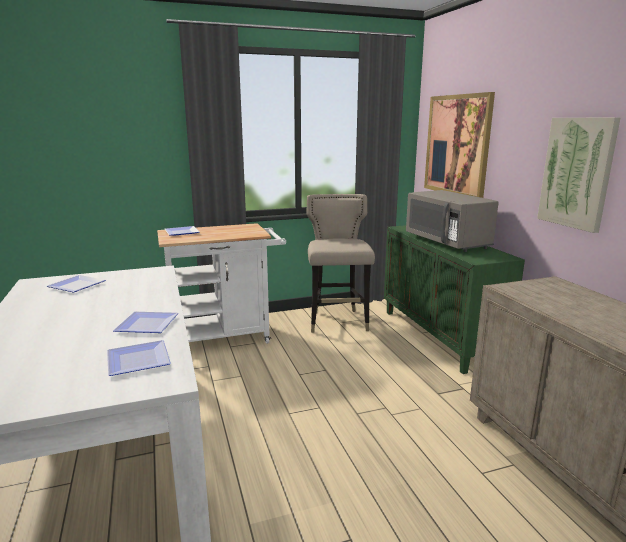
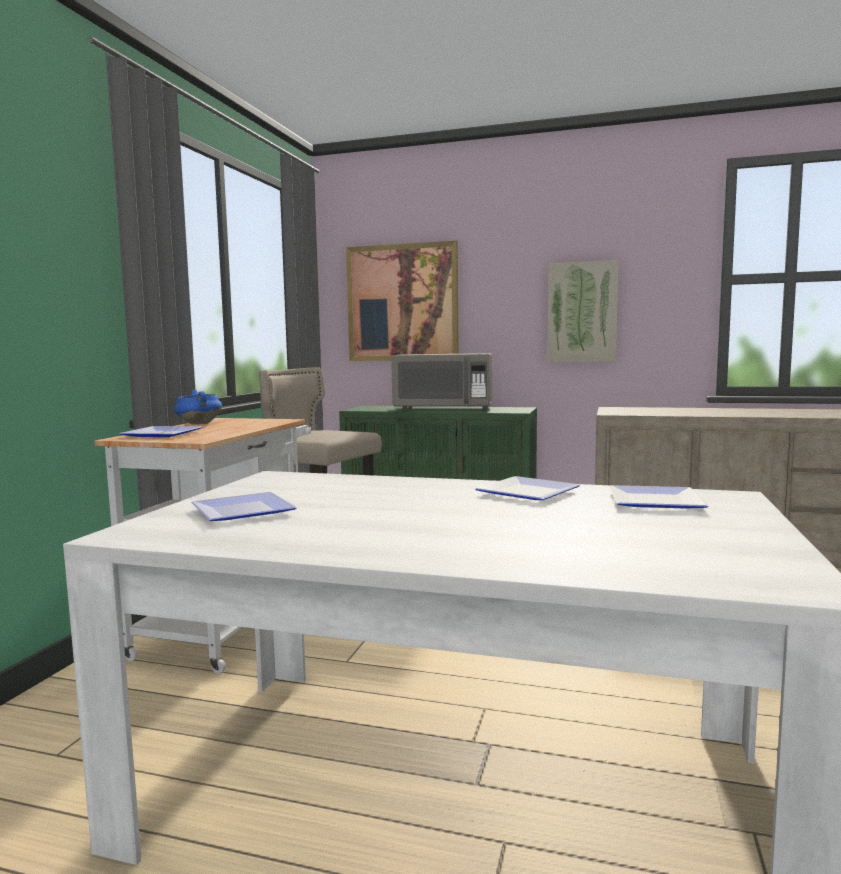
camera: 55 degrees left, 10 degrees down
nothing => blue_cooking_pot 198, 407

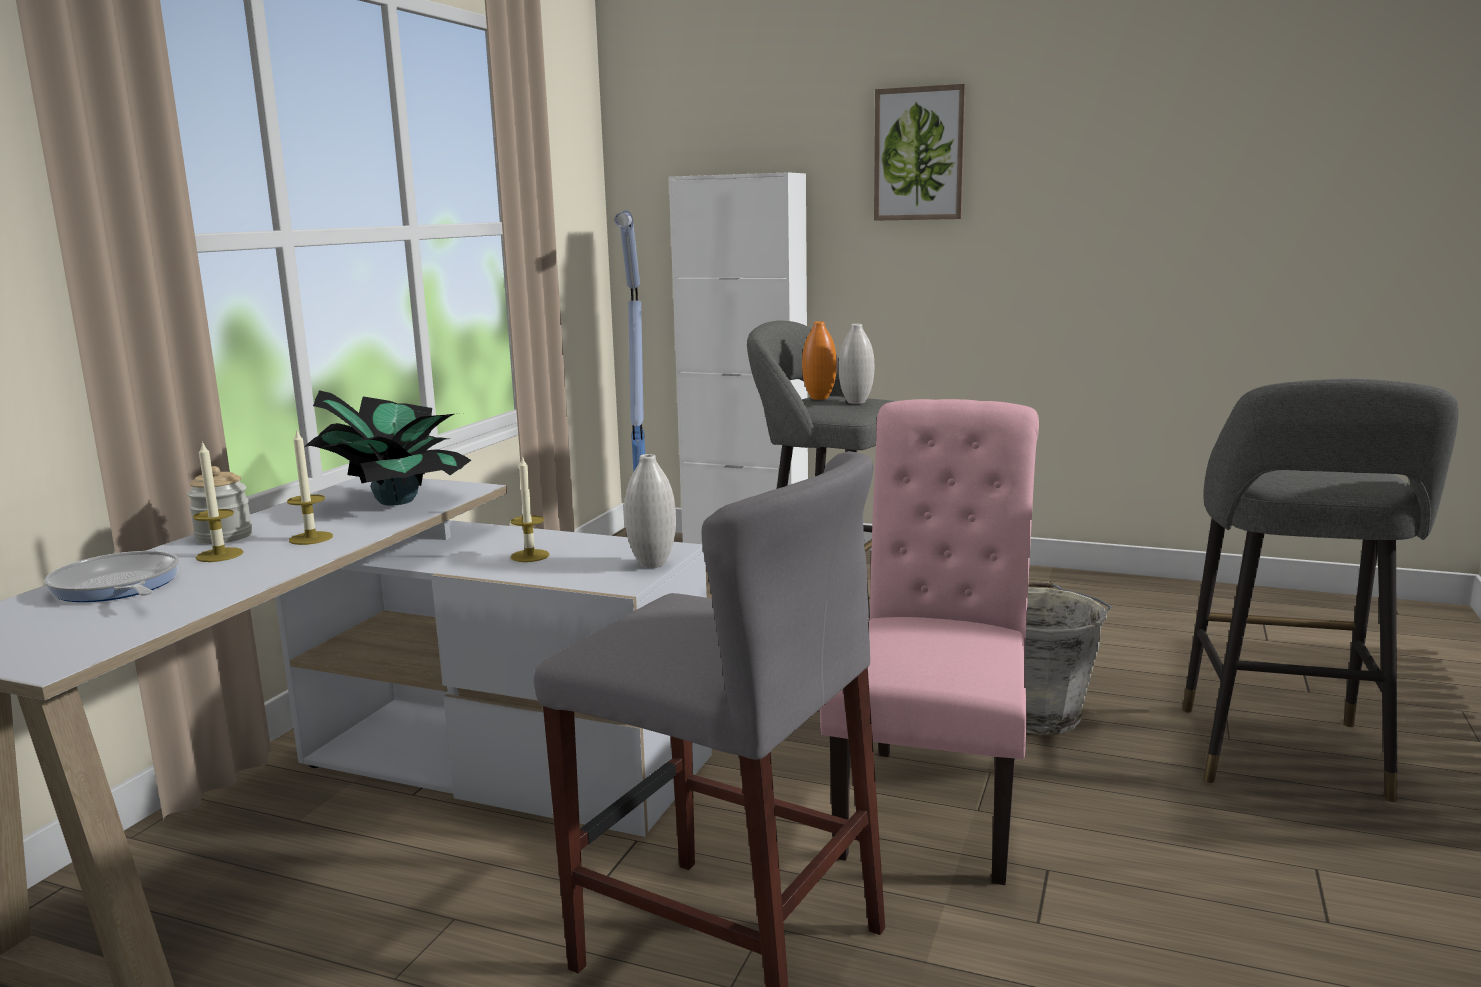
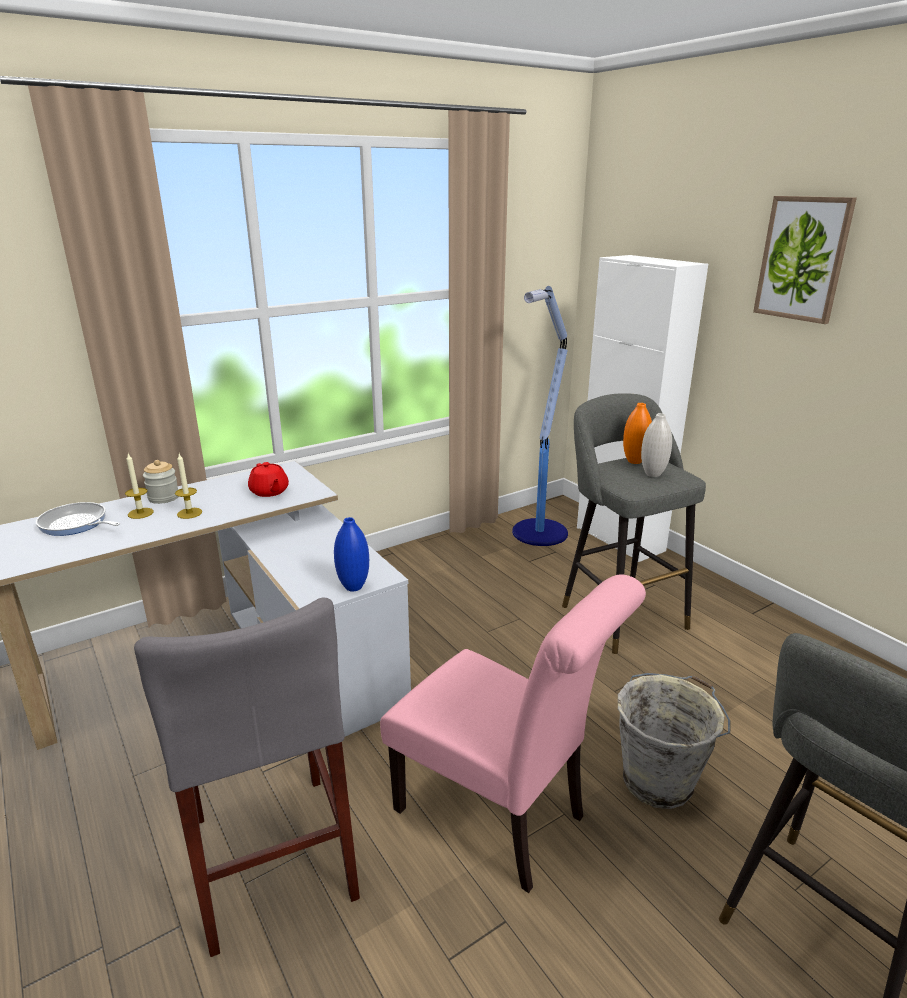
camera: 35 degrees right, 10 degrees up
candle 530, 508 => nothing
potted_plant 388, 448 => red_teapot 268, 479
white_vase 650, 511 => blue_vase 351, 554
frying_pan 111, 576 => frying_pan 78, 519, 60 degrees counterclockwise
pink_chair 929, 642 => pink_chair 513, 733, 75 degrees clockwise

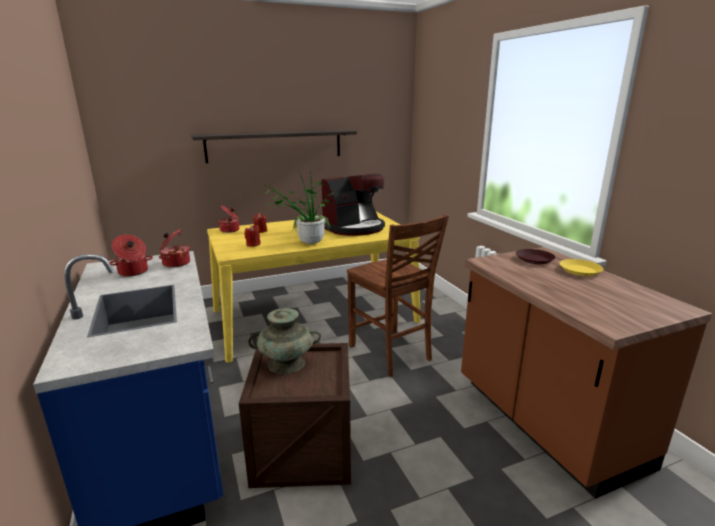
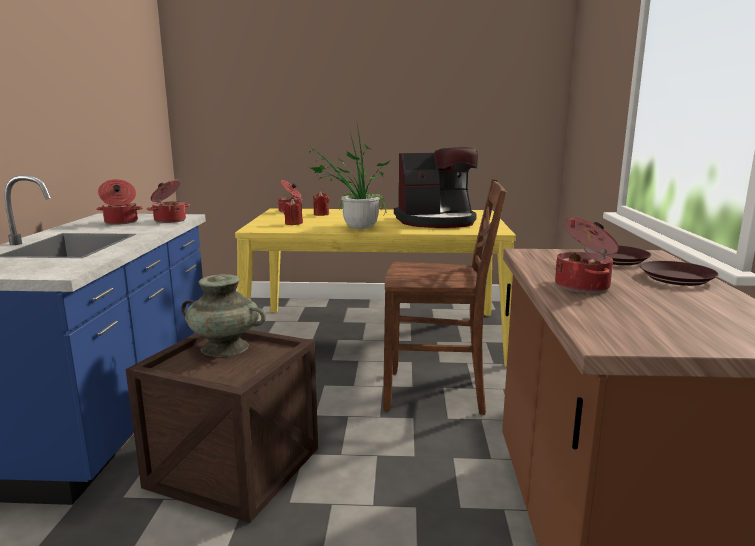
camera: 25 degrees right, 5 degrees down
shelf 274, 146 => nothing
nothing => cooking_pot 587, 255
yellow_plate 581, 267 => brown_plate 679, 273
brown_chair 398, 295 => brown_chair 445, 297, 75 degrees counterclockwise

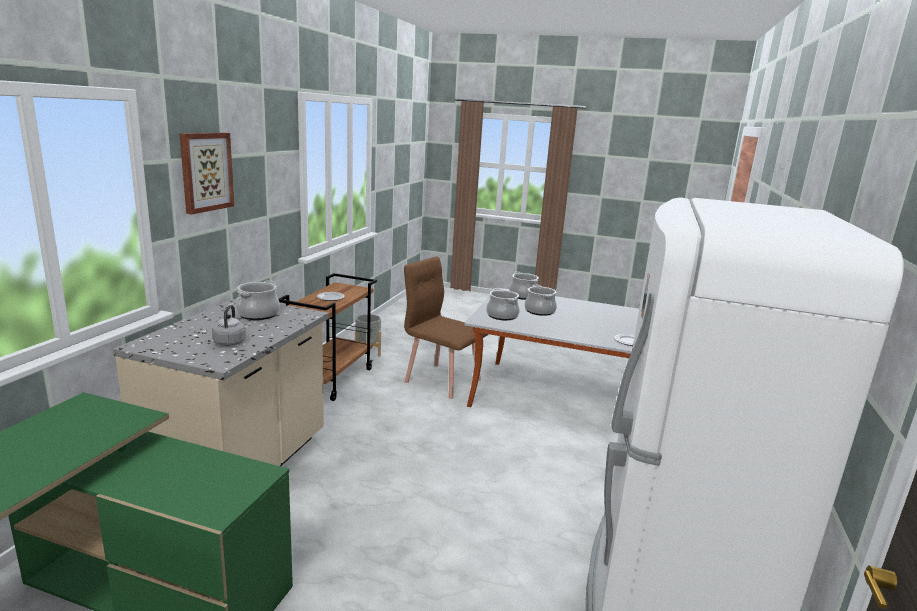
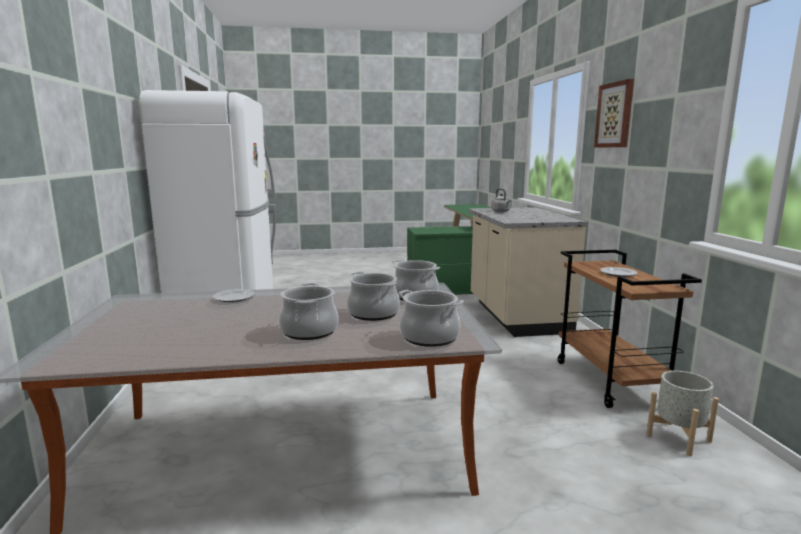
camera: 155 degrees right, 5 degrees down
brown_chair 446, 327 => nothing
cooking_pot 258, 300 => cooking_pot 309, 311, relocated

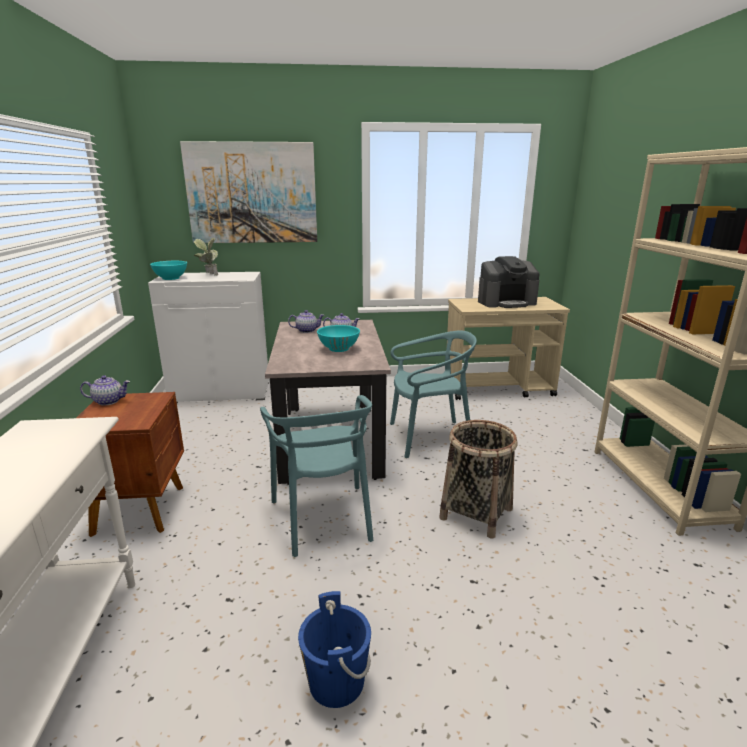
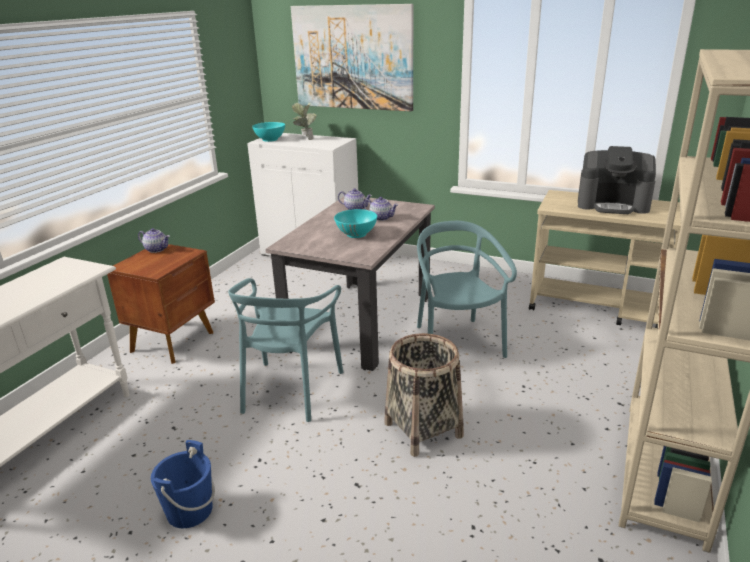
camera: 30 degrees right, 5 degrees up
turquoise_chair 433, 394 => turquoise_chair 467, 289, 120 degrees counterclockwise

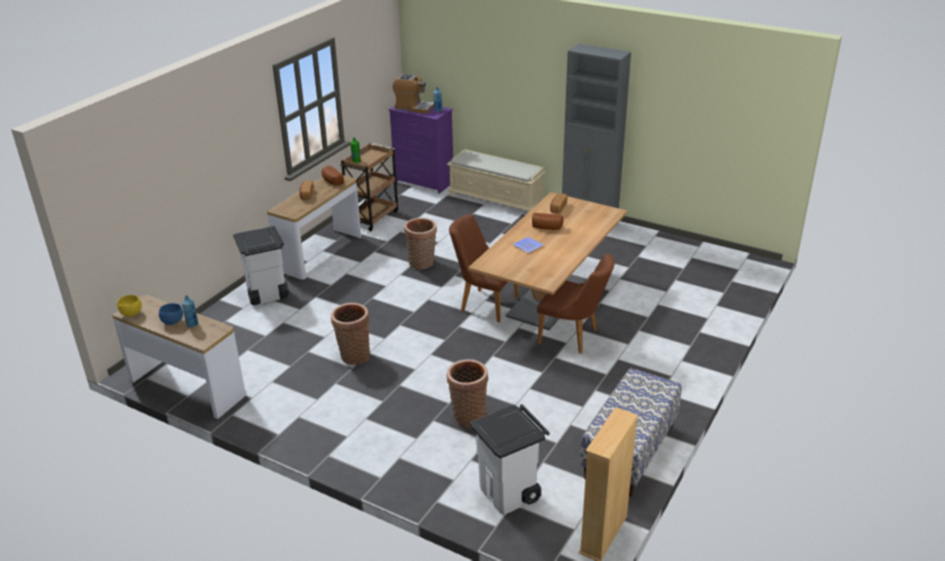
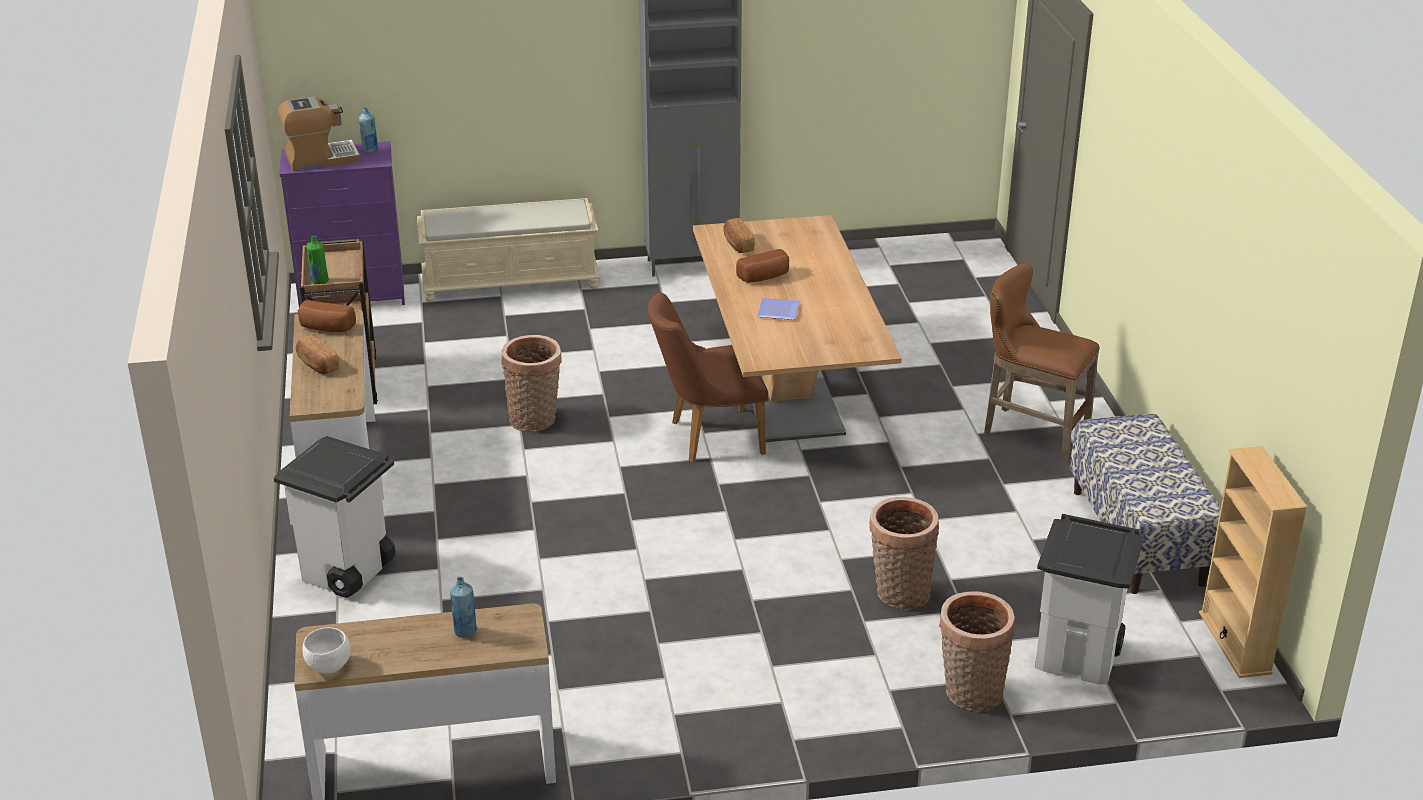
camera: 40 degrees left, 0 degrees up
blue_bowl 171, 314 => nothing
brown_chair 576, 304 => nothing
nothing => brown_stool 1042, 361
basket 350, 334 => basket 977, 651, relocated
yellow_bowl 129, 306 => white_bowl 326, 650

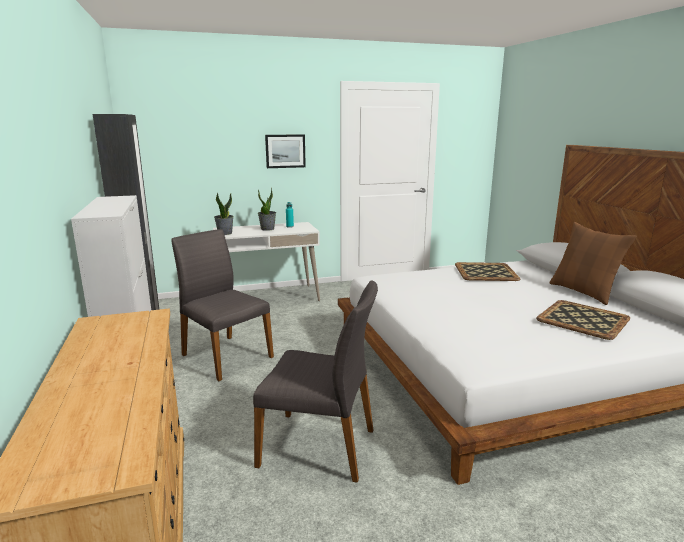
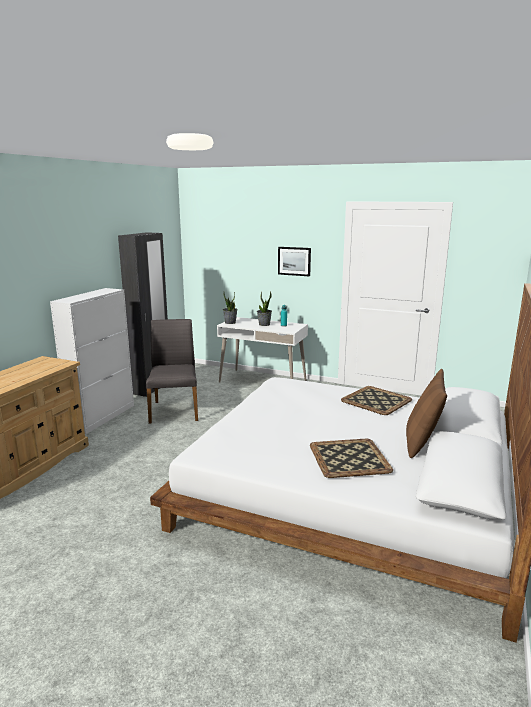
camera: 40 degrees right, 0 degrees up
grey_chair 315, 382 => nothing

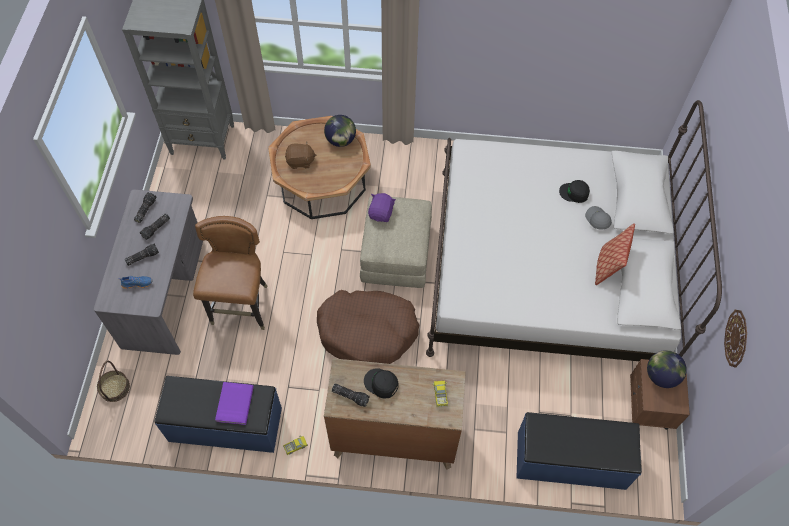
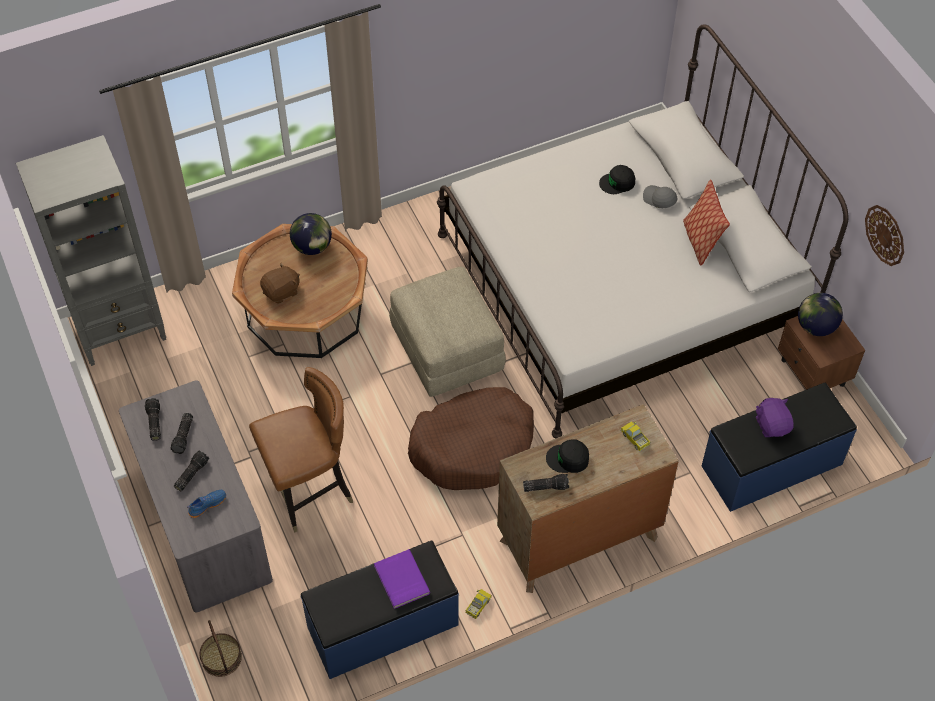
camera: 30 degrees left, 5 degrees down
purple_plush_toy 382, 207 => purple_plush_toy 775, 417, relocated
brown_chair 230, 273 => brown_chair 301, 450, 90 degrees clockwise

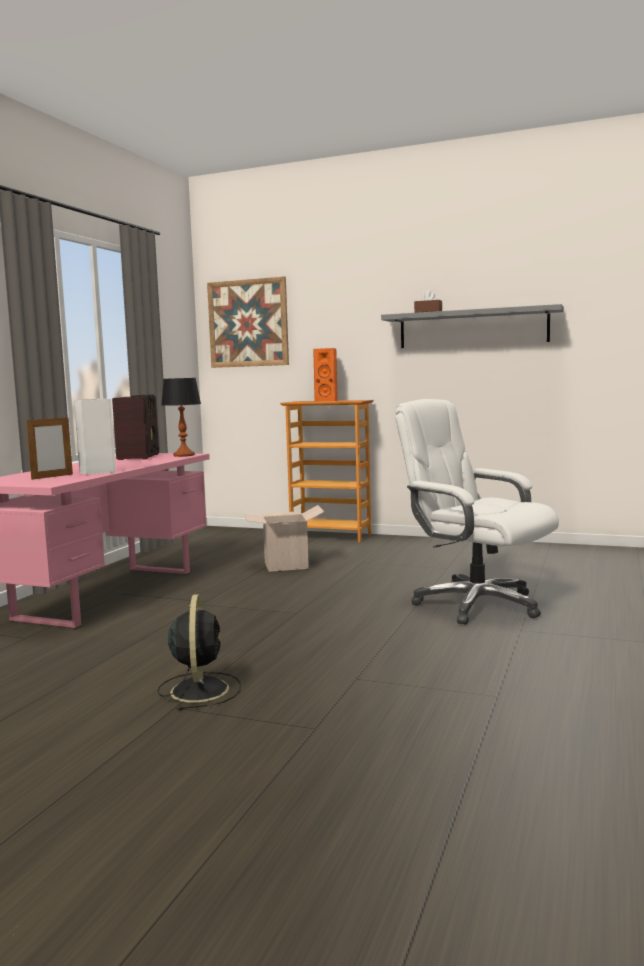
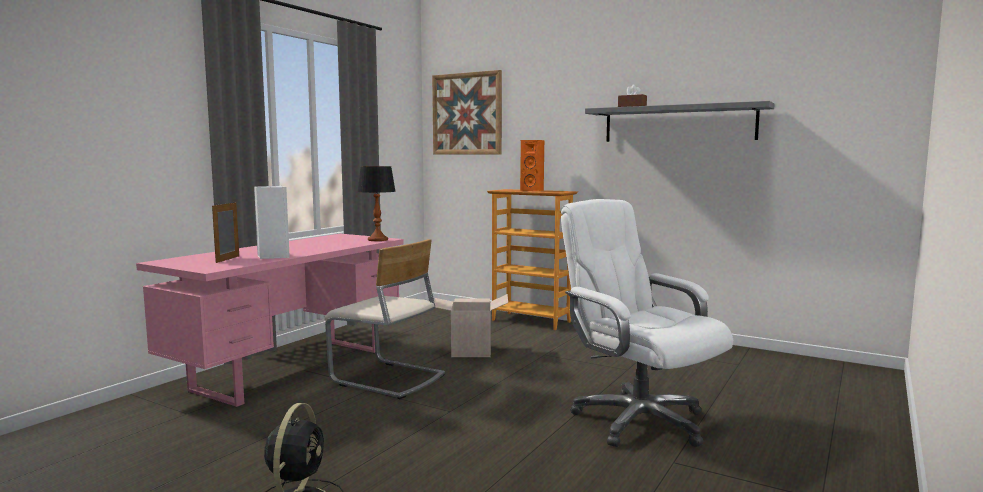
camera: 10 degrees right, 0 degrees up
radio 135, 427 => nothing
nothing => beige_chair 384, 319
picture_frame 49, 448 => picture_frame 225, 232, 135 degrees clockwise

